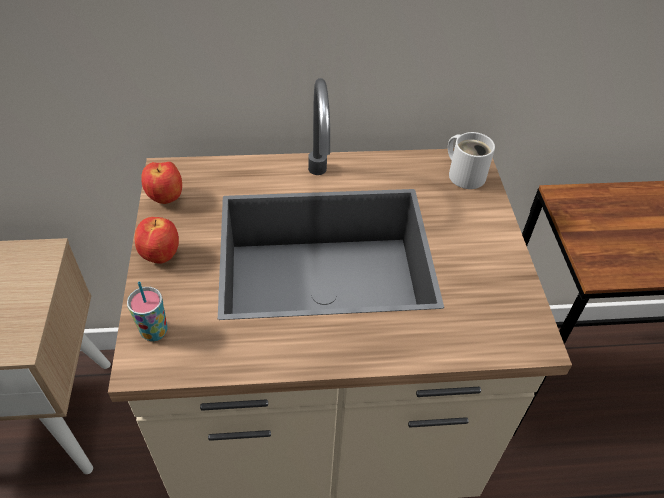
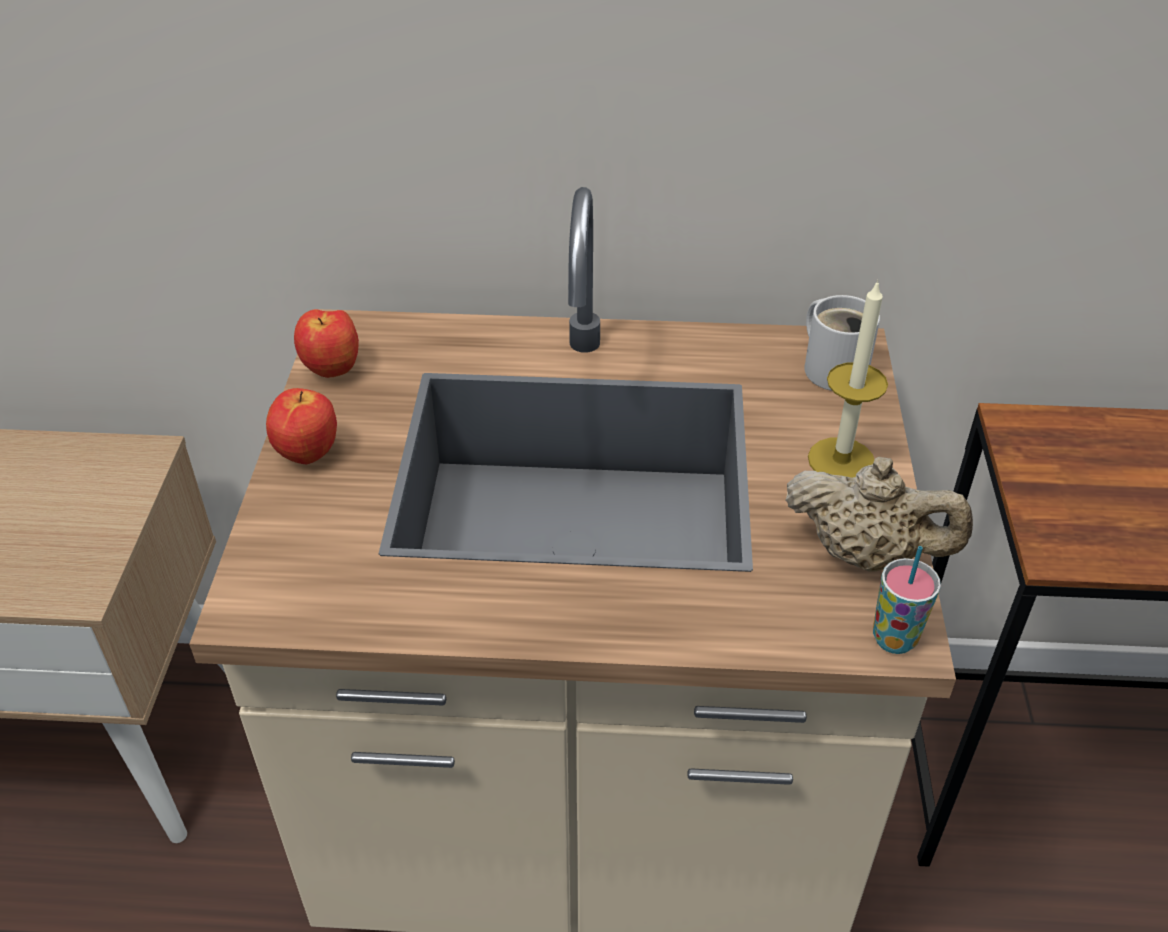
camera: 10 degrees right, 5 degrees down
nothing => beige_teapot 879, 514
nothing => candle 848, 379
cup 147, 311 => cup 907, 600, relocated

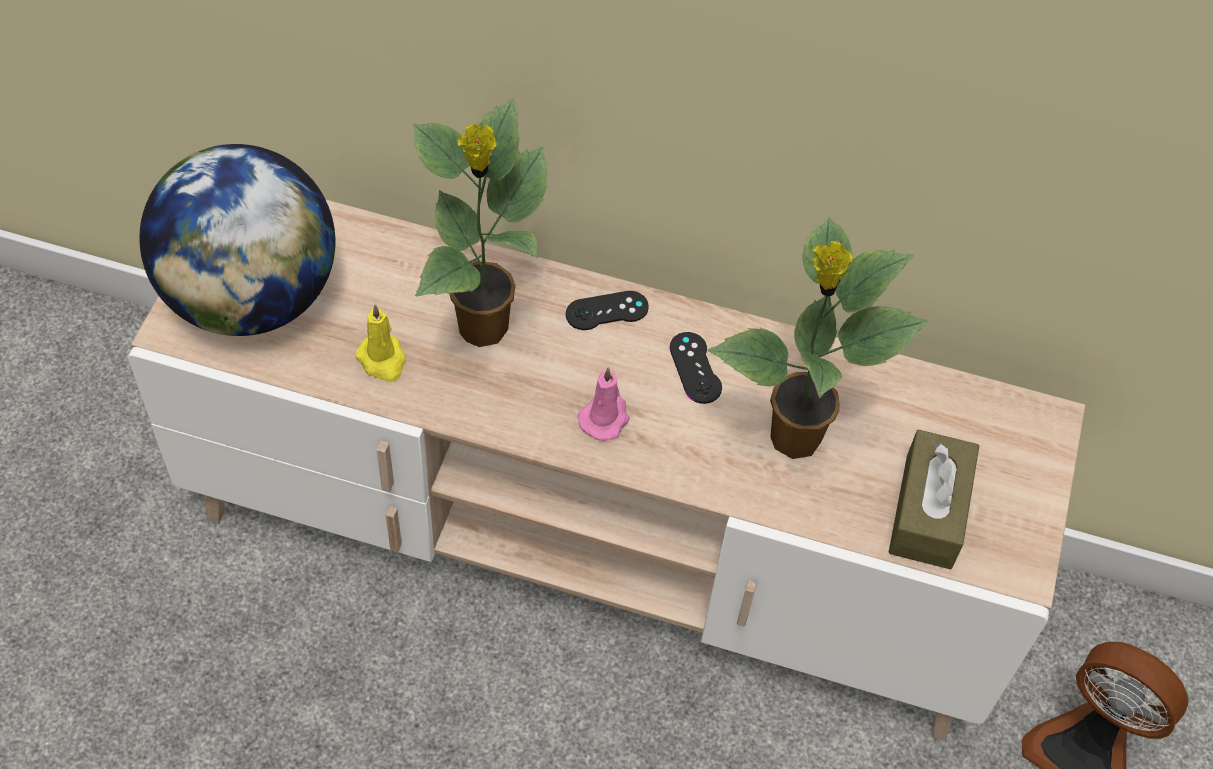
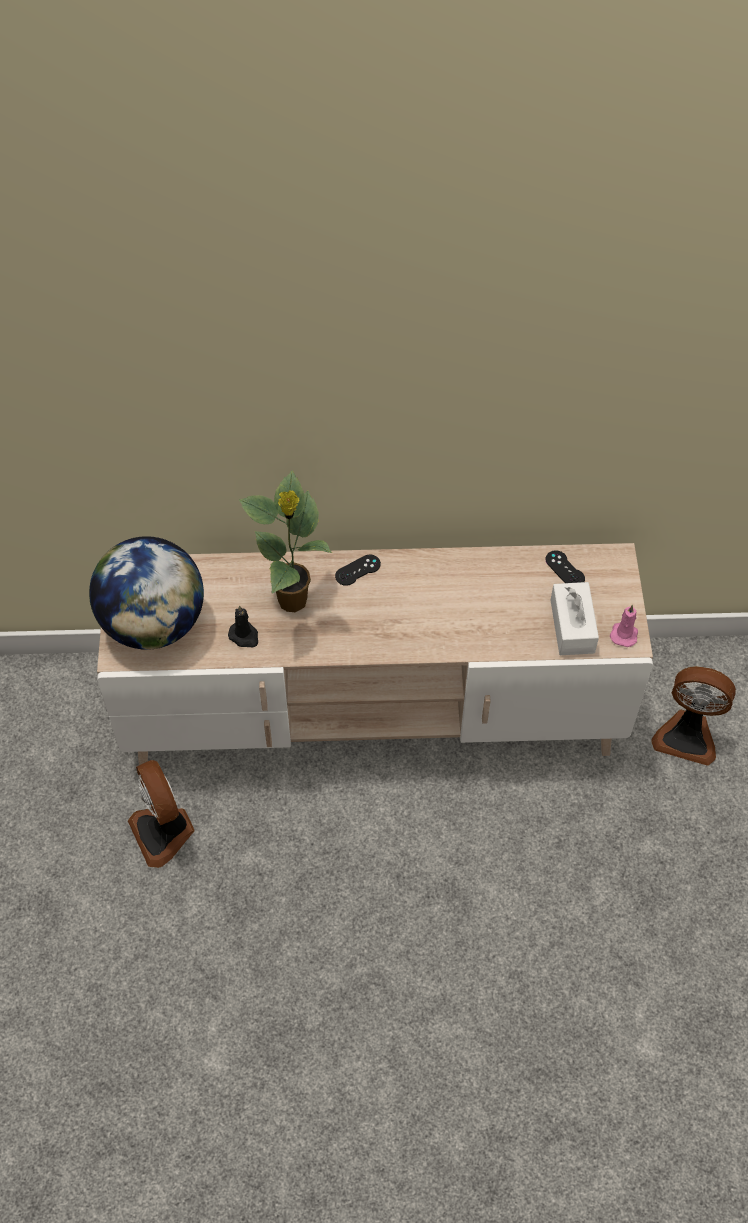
camera: 15 degrees left, 0 degrees up
potted_plant 818, 338 => nothing
nothing => fan 161, 814
pink_candle 604, 404 => pink_candle 624, 626, relocated
black_game_controller 695, 368 => black_game_controller 565, 566, relocated
yellow_candle 380, 343 => black_candle 243, 626
brown_tissue_box 933, 499 => white_tissue_box 574, 618

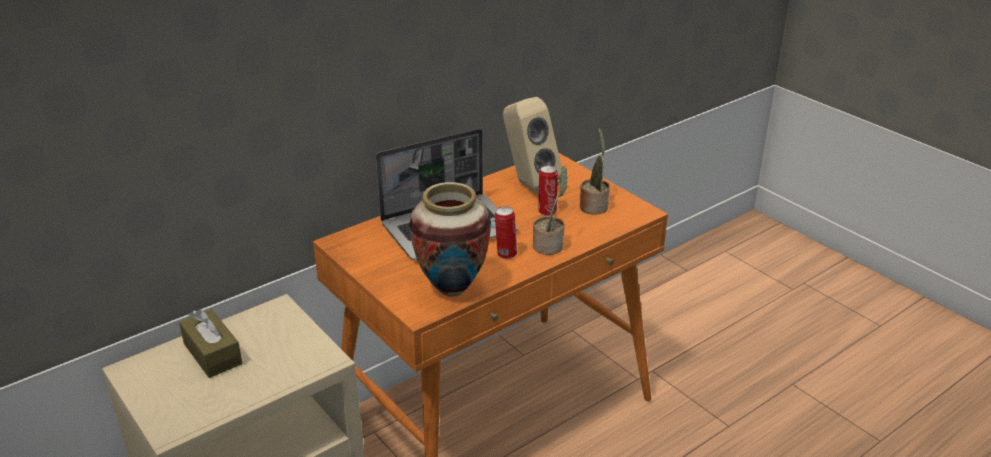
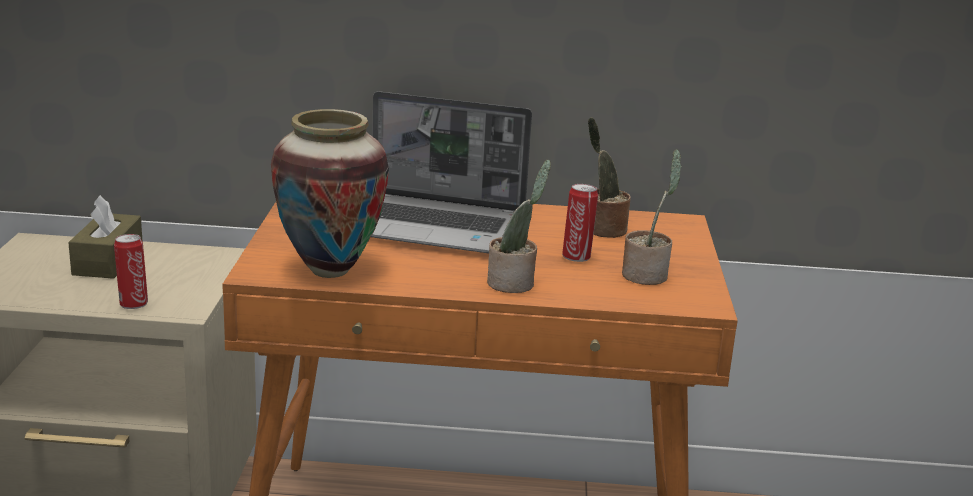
camera: 40 degrees right, 10 degrees down
can 506, 232 => can 131, 271, relocated
beige_speaker 532, 146 => potted_plant 609, 177

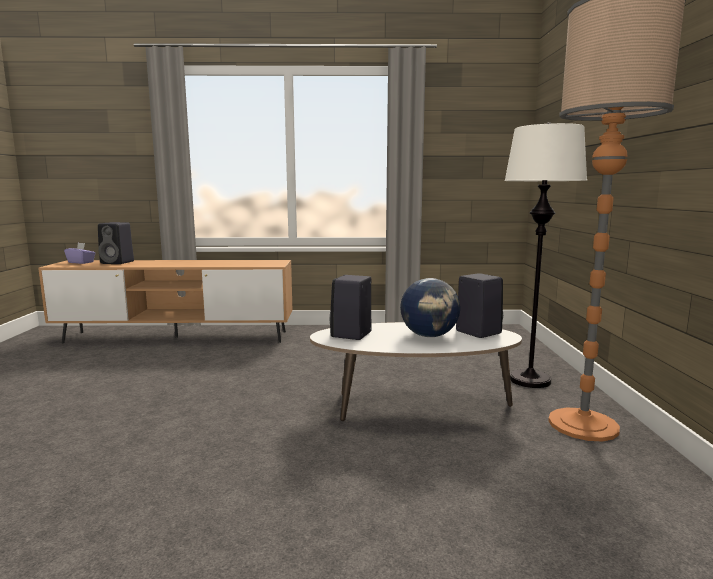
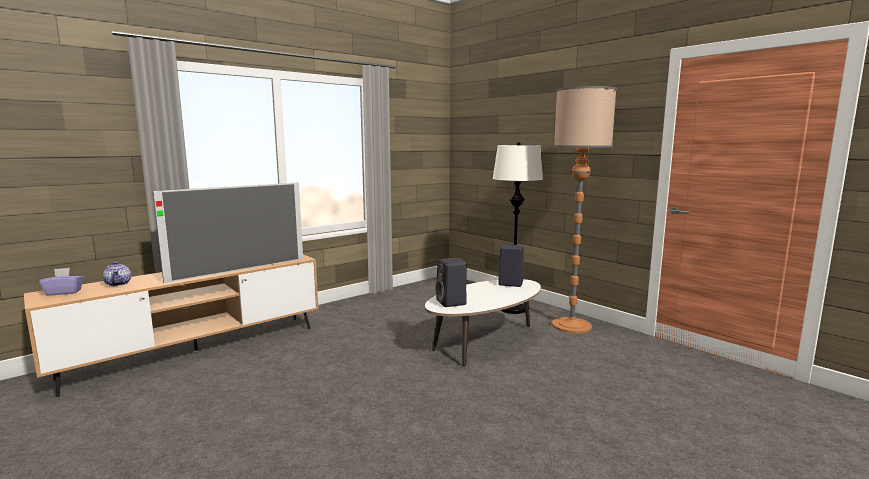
camera: 40 degrees left, 0 degrees up
globe 430, 307 => nothing
nothing => television 228, 233
black_speaker 116, 243 => teapot 117, 274

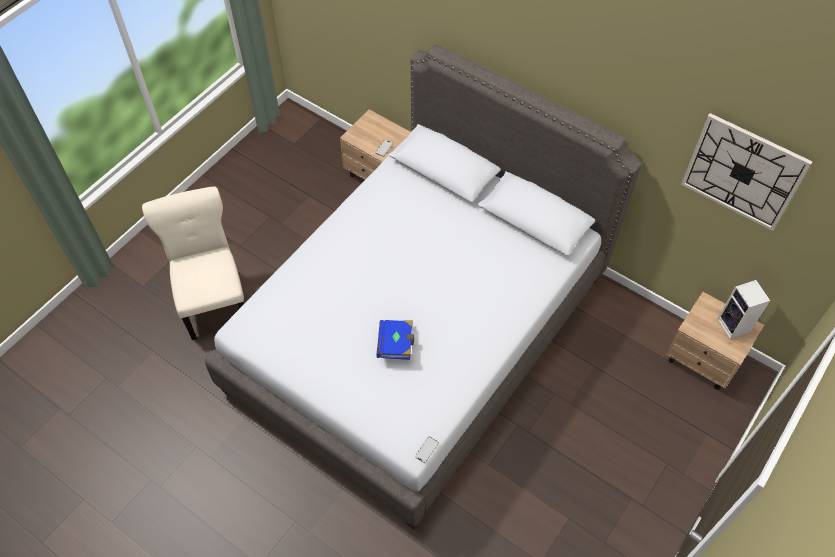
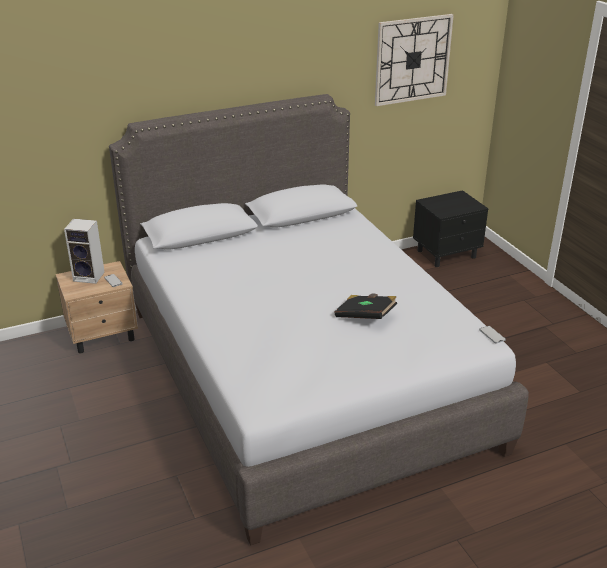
camera: 60 degrees left, 25 degrees down
beige_chair 193, 263 => nothing
speaker 743, 309 => speaker 84, 251, relocated
blue_book 395, 340 => black_book 365, 306
beige_nightstand 715, 341 => black_nightstand 450, 228

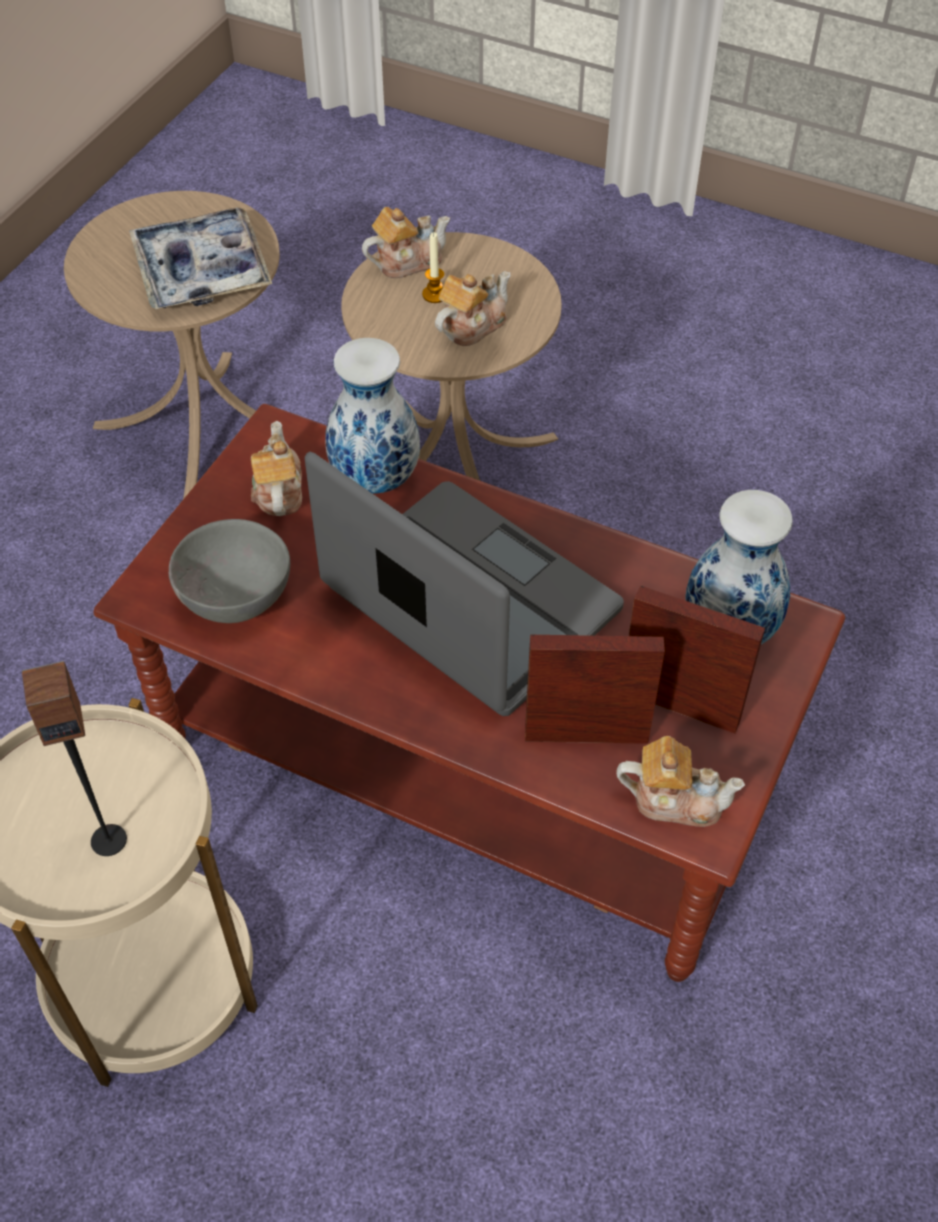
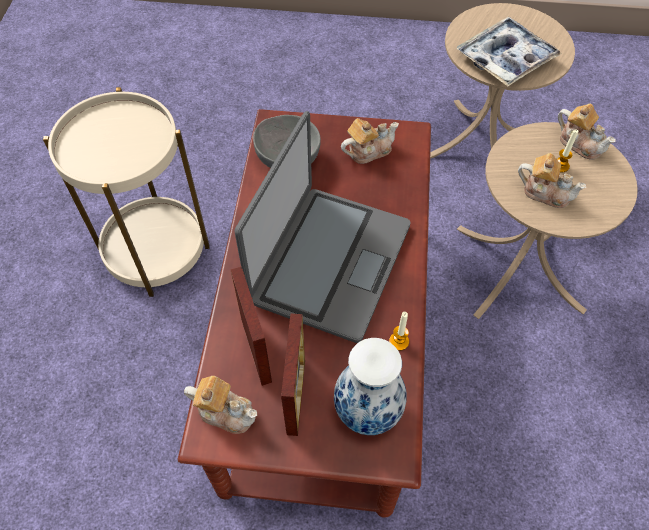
camera: 70 degrees right, 5 degrees up
speaker 74, 758 => nothing
vase 373, 416 => nothing
nothing => candle 399, 331
teapot 680, 781 => teapot 220, 405, 60 degrees counterclockwise

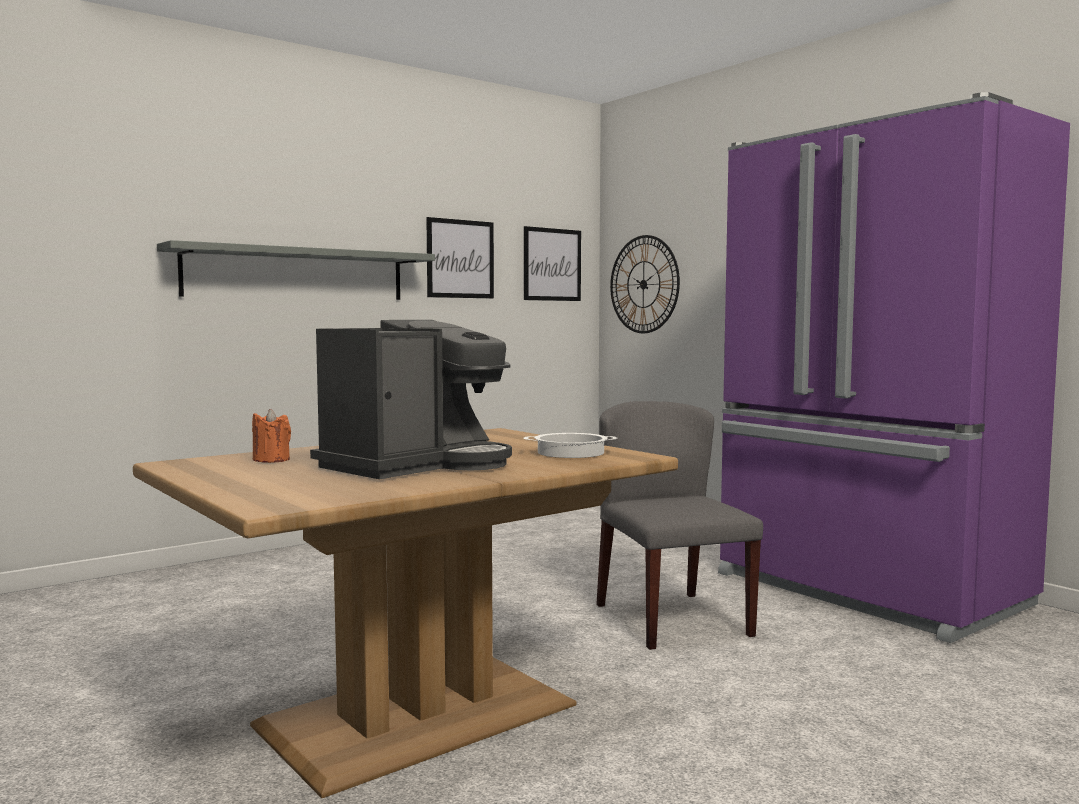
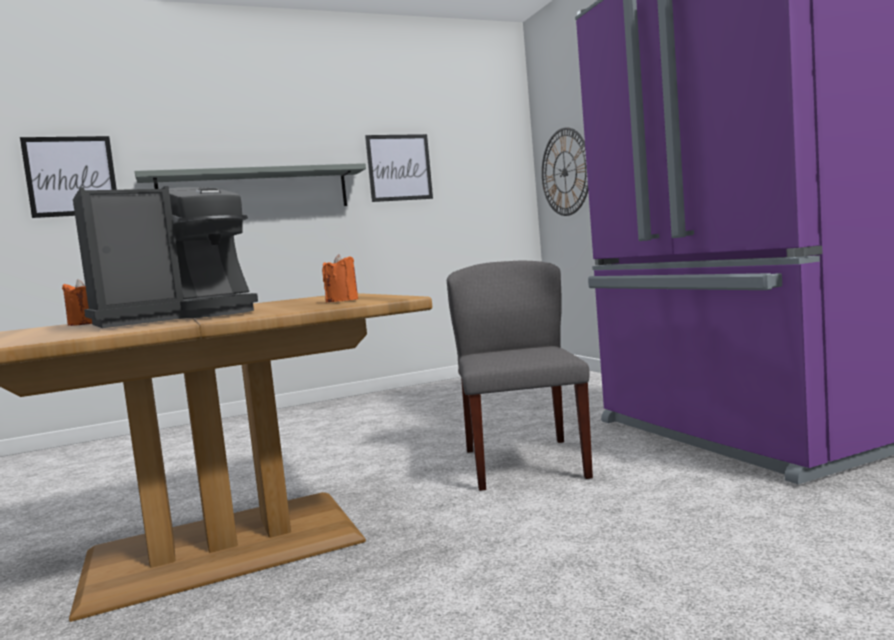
camera: 15 degrees right, 0 degrees up
picture 552, 263 => picture 68, 177, relocated
cooking_pot 570, 445 => orange_candle 340, 278

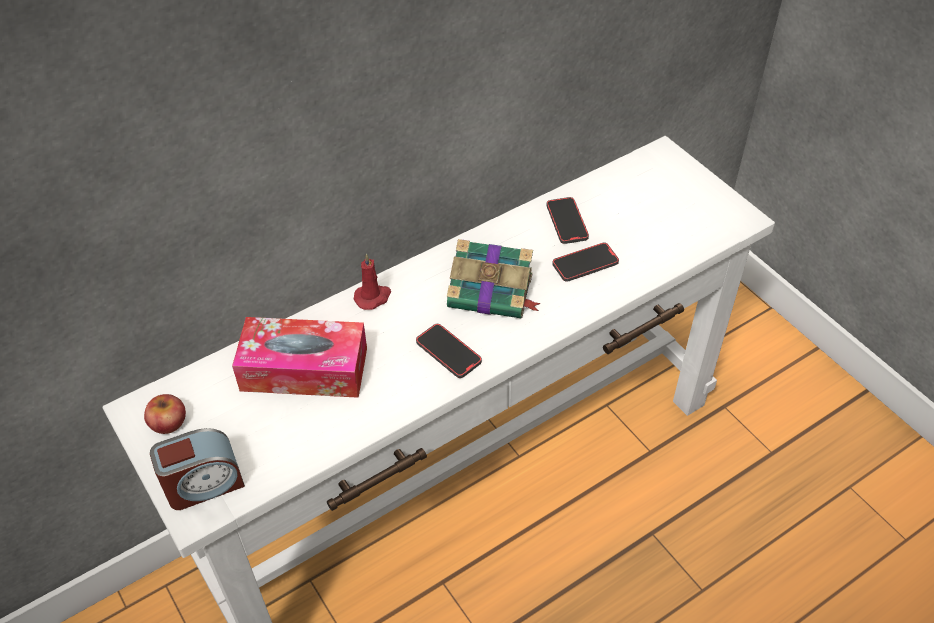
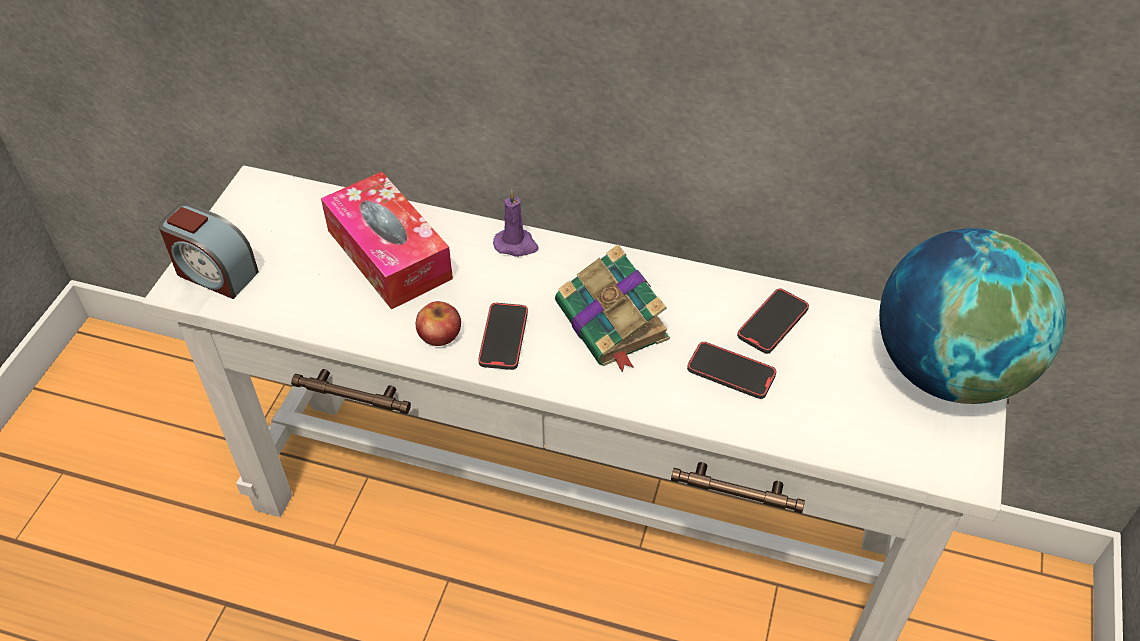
camera: 50 degrees right, 0 degrees up
nothing => globe 972, 316
apple 165, 414 => apple 438, 323, relocated
red_candle 372, 282 => purple_candle 516, 223

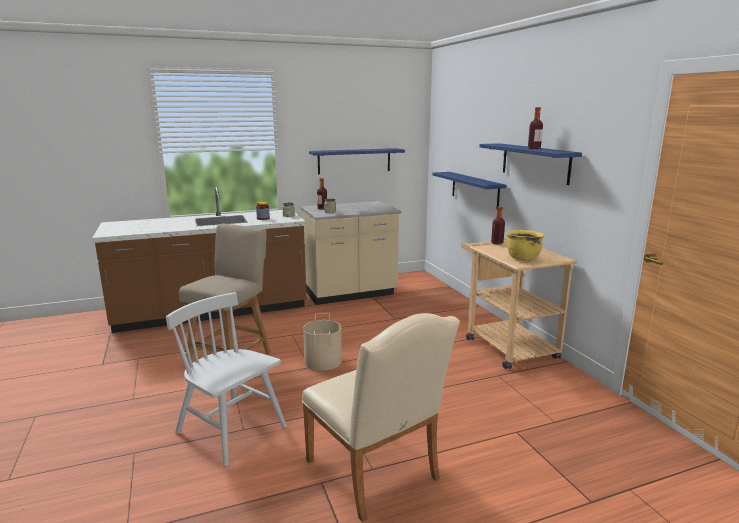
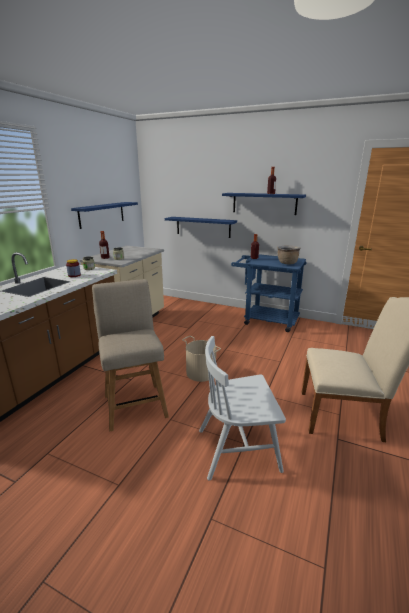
camera: 45 degrees left, 5 degrees up
beige_cart 518, 303 => blue_cart 269, 293
yellow_cooking_pot 525, 245 => brown_cooking_pot 288, 255

